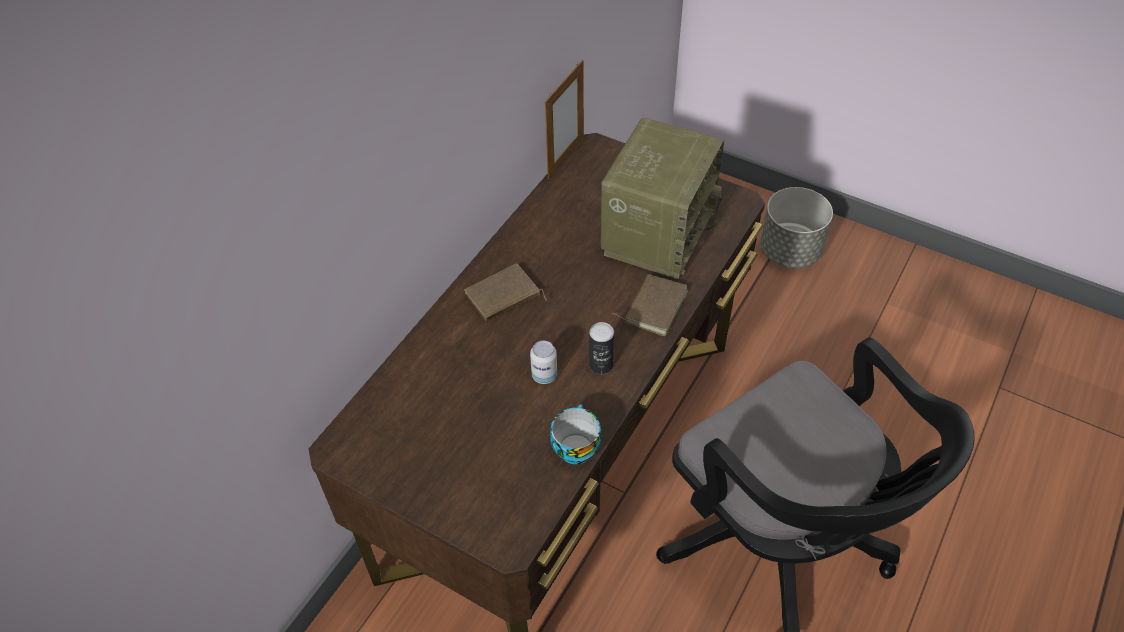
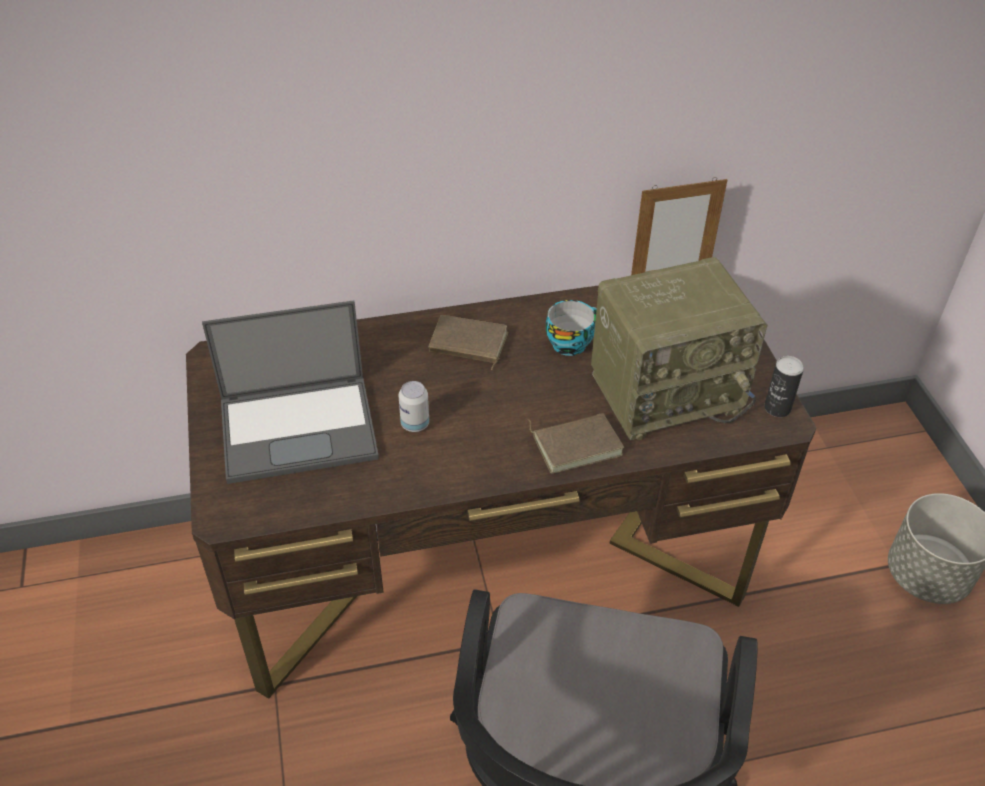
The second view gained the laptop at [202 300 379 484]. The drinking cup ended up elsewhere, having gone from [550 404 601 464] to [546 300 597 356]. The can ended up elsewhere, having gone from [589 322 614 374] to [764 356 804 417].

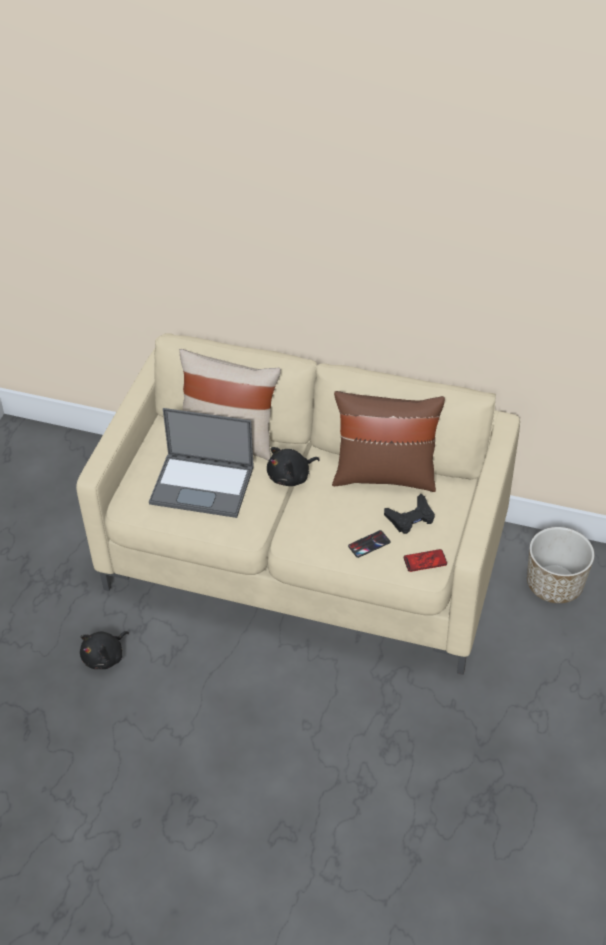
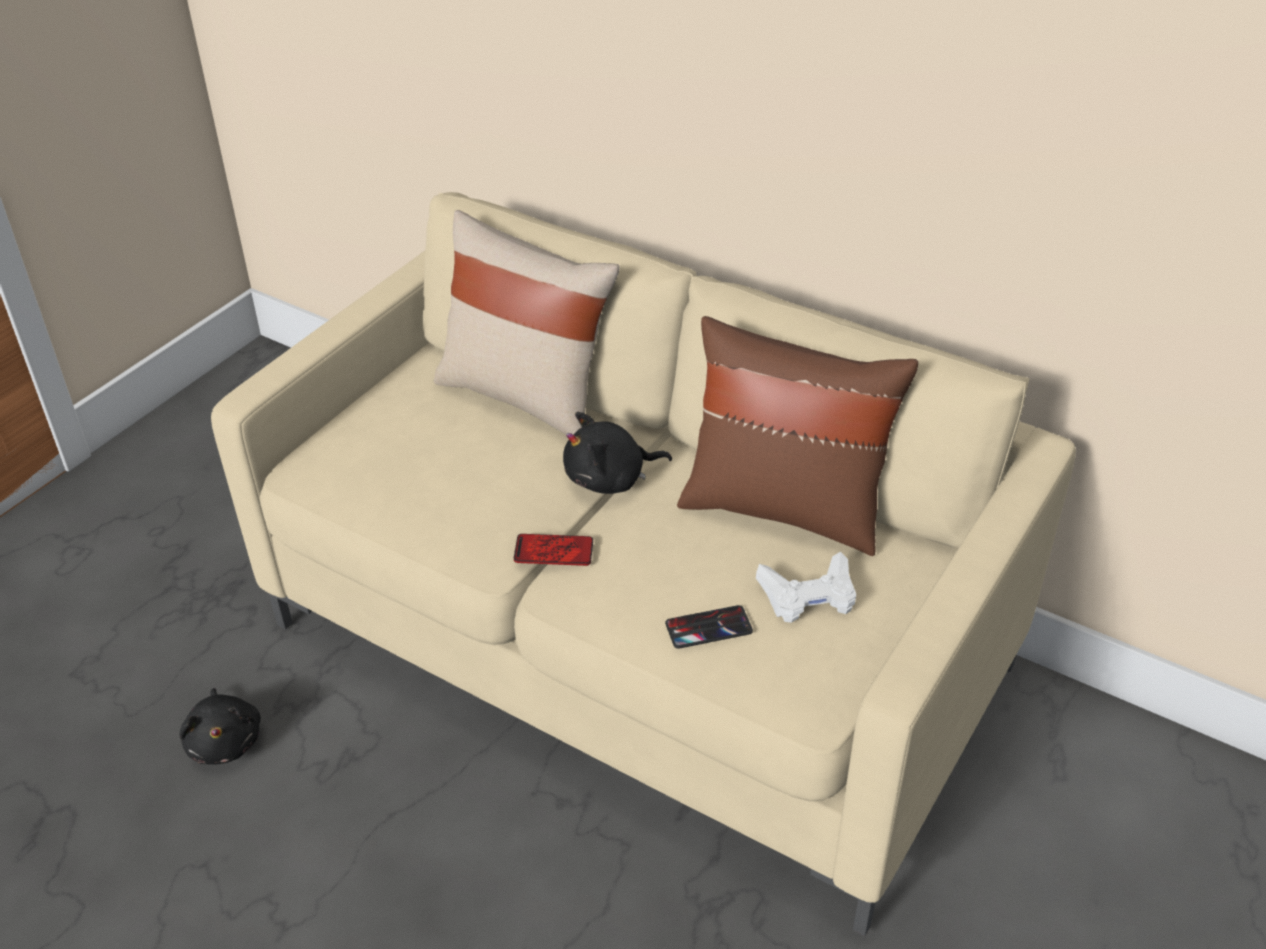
The second view lost the laptop at [149 408 254 518]. The second view lost the plant pot at [527 527 594 603]. The phone ended up elsewhere, having gone from [404 549 447 572] to [514 534 593 566]. What was the game controller/black-coloured at [384 494 435 534] turned into the game controller/white at [756 552 856 623]. The cuddly toy/black-coloured at [80 631 129 669] ended up facing another way, 75 degrees counterclockwise from before.

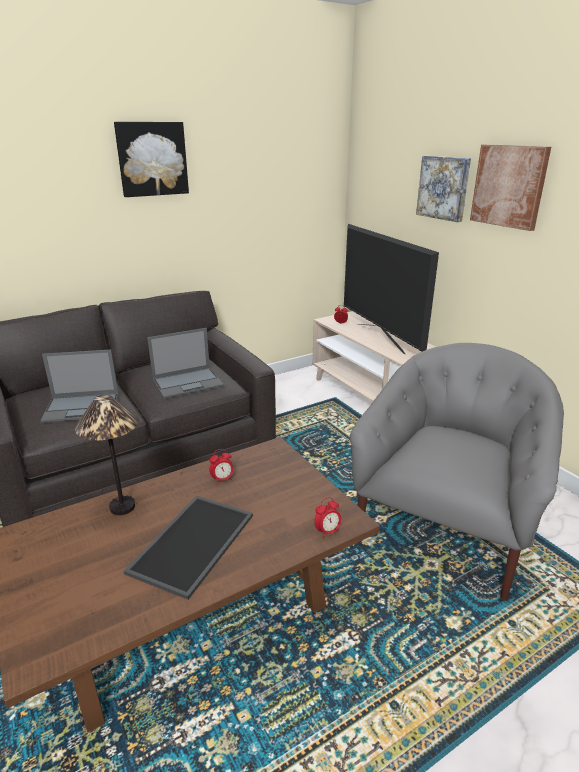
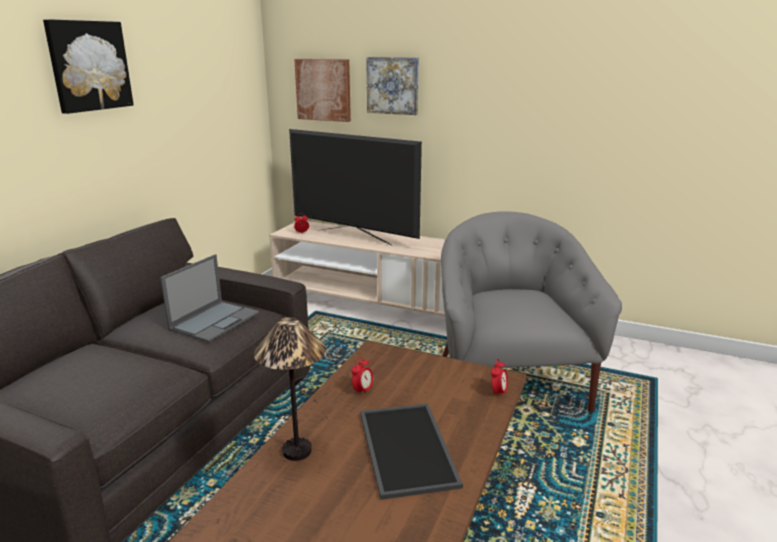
The second view lost the laptop at [41 349 119 423]. The wall picture ended up elsewhere, having gone from [470 144 551 231] to [294 59 351 122].

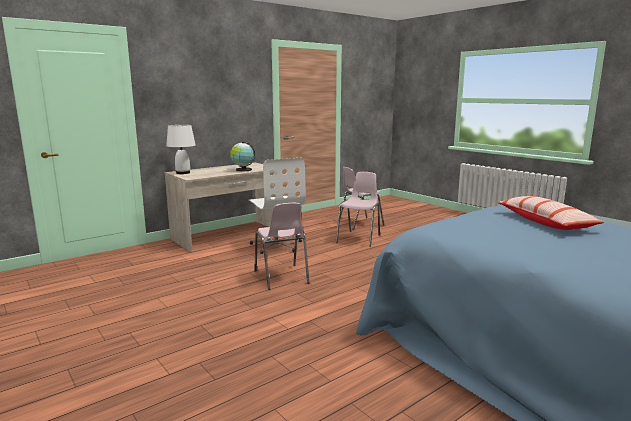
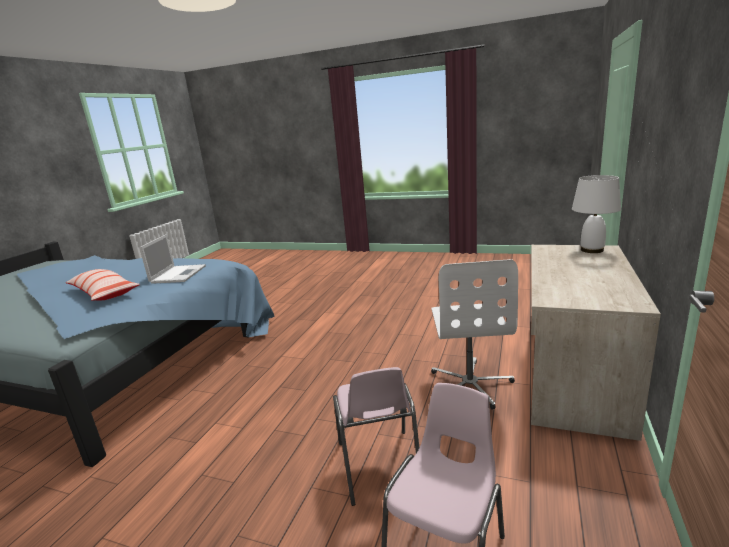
The second view lost the world globe at [230 142 255 172]. The second view lost the upright chair/pink-coloured at [254 203 309 290]. The second view gained the laptop at [139 234 206 284]. The desk chair/white at [248 158 306 254] ended up facing another way, 120 degrees counterclockwise from before.

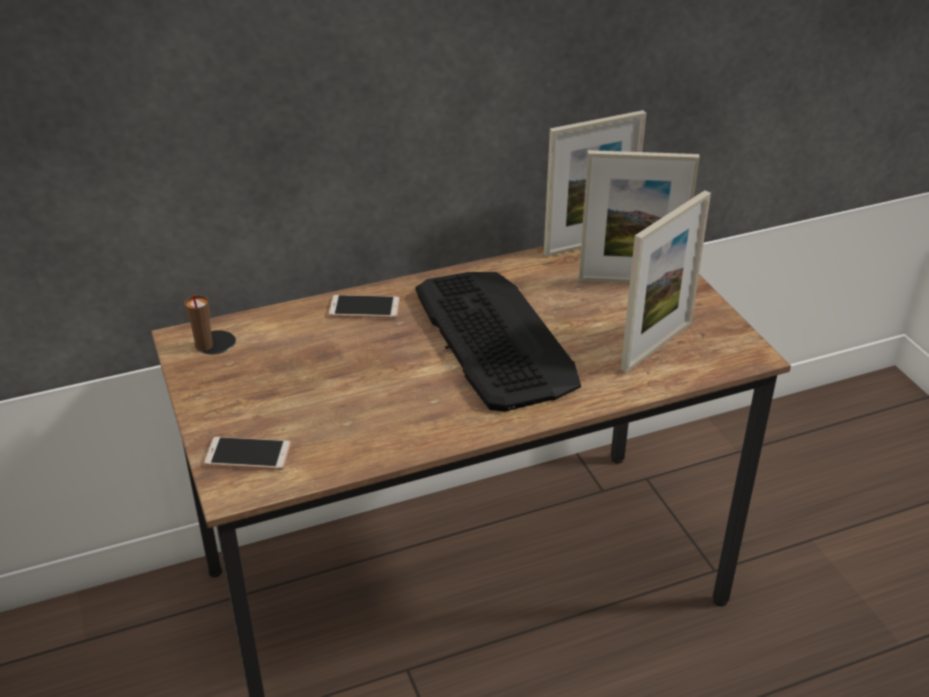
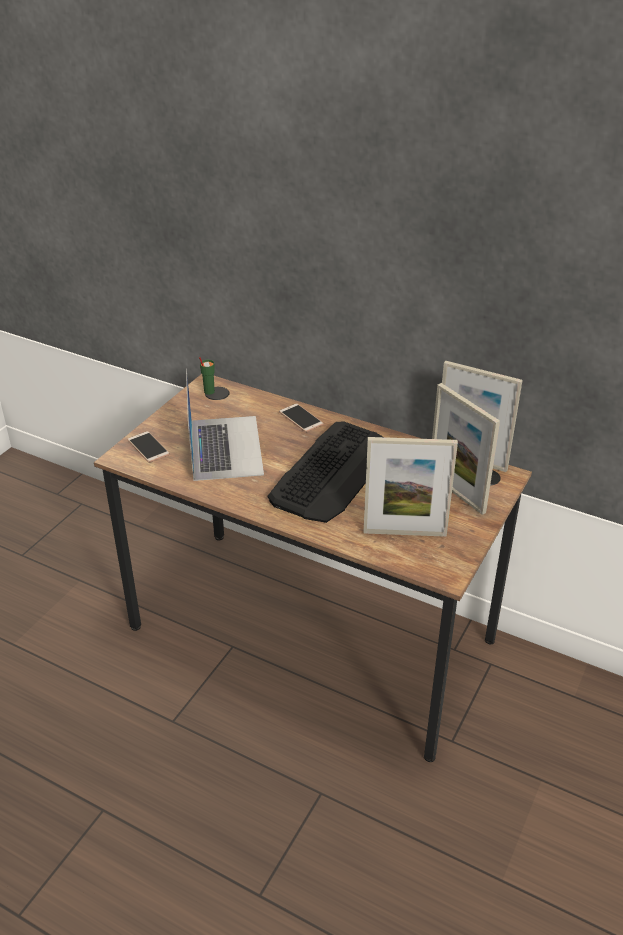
The second view gained the laptop at [186 369 264 481]. What was the drinking cup/brownish at [185 295 213 351] turned into the drinking cup/greenish at [199 357 215 395].

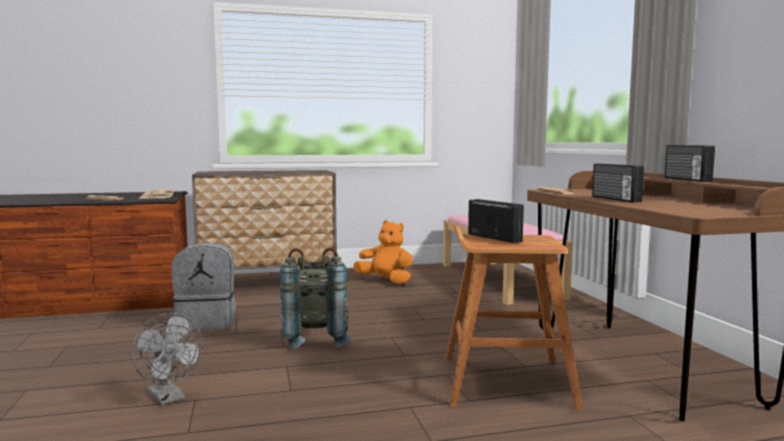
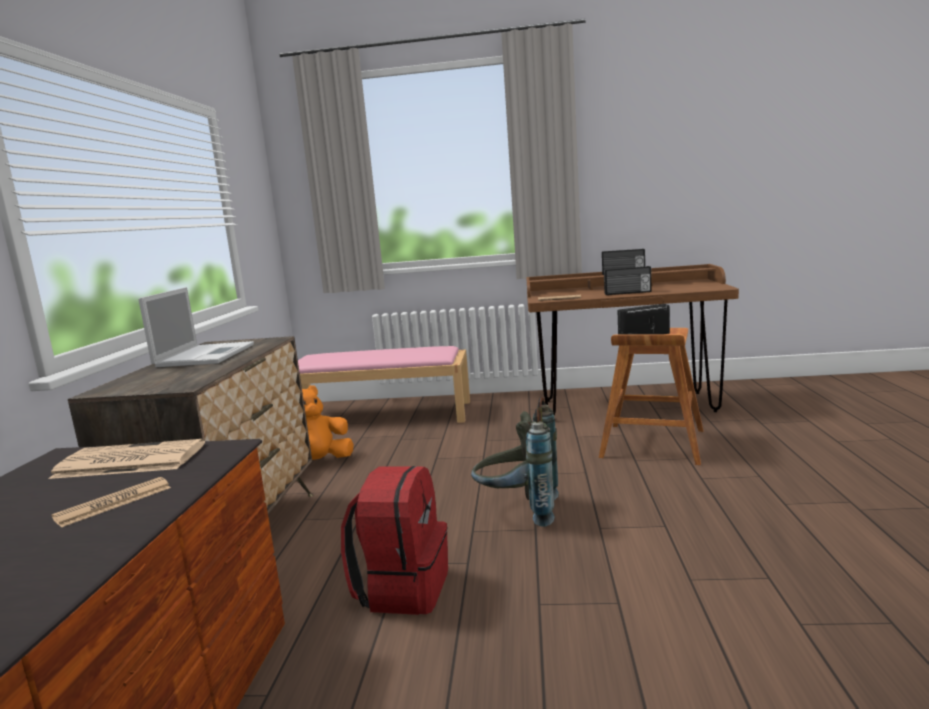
The second view lost the cooling fan/gray at [132 313 203 405]. The second view gained the laptop at [138 287 254 367]. What was the backpack/gray at [172 242 236 331] turned into the backpack/reddish at [341 466 448 615].

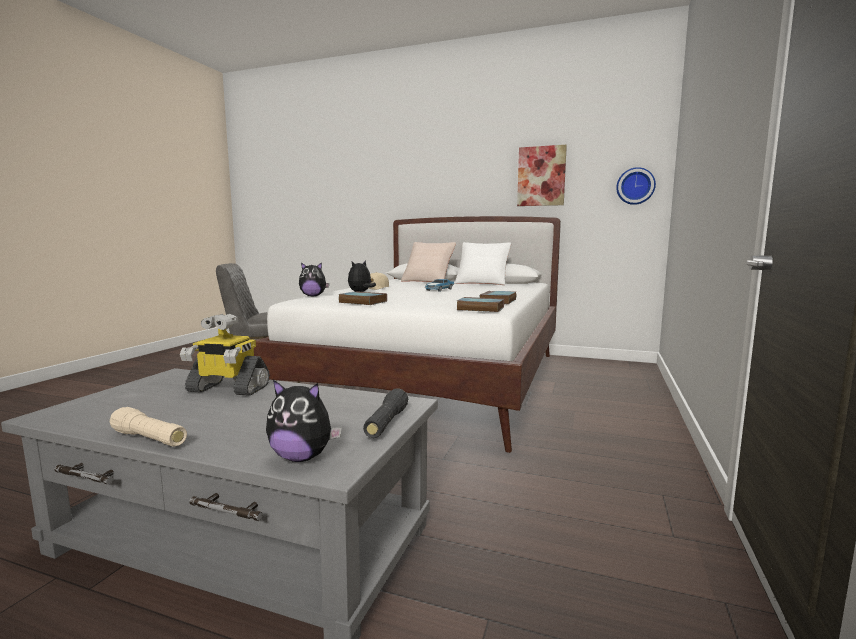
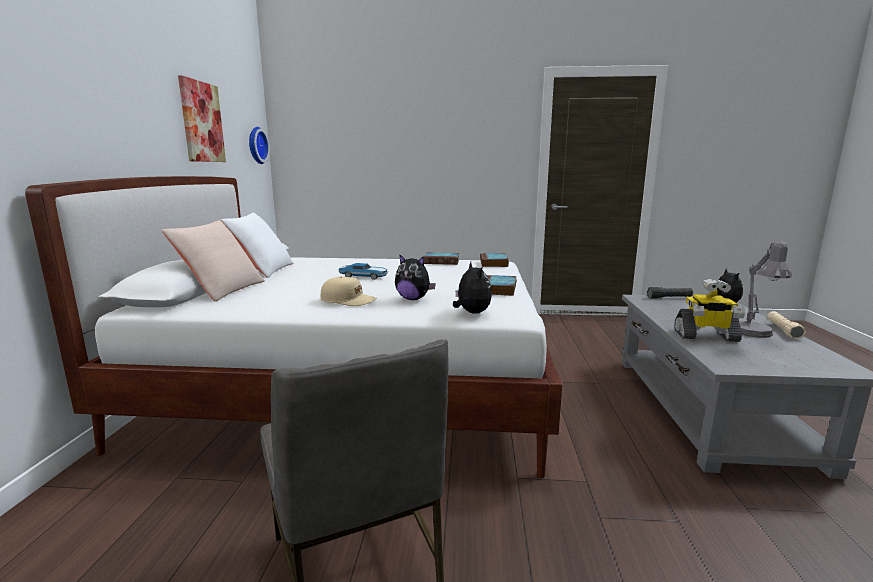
The second view gained the table lamp/gray at [739 241 792 338]. The toy robot at [180 314 270 396] ended up facing another way, 105 degrees clockwise from before.

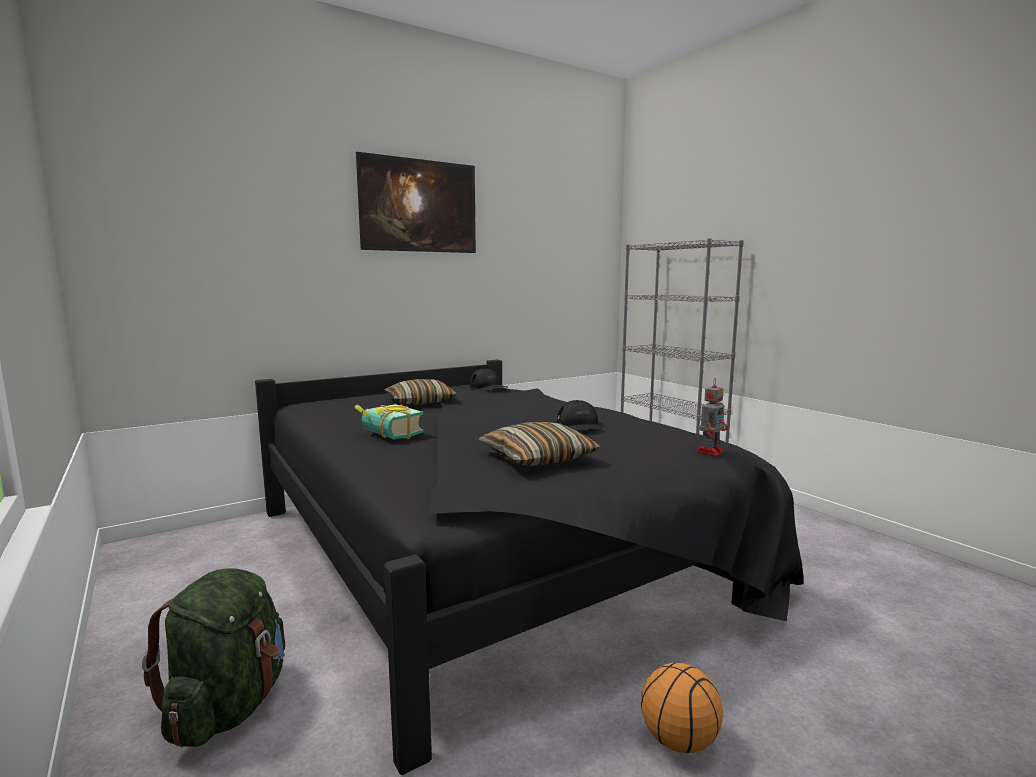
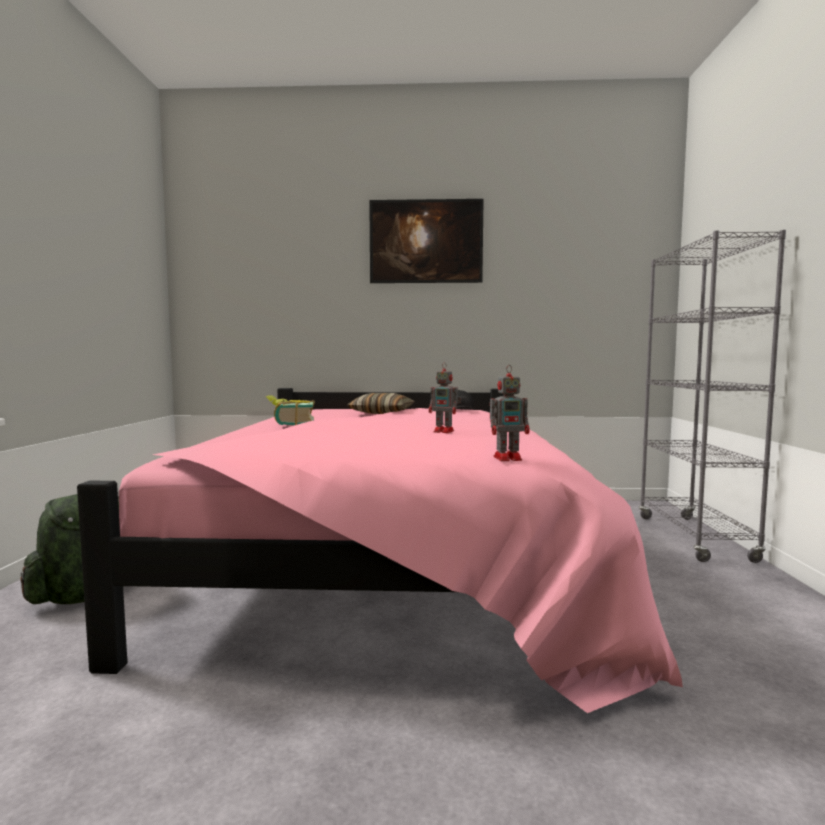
The second view lost the cushion at [478 422 601 466]. The second view lost the basketball ball at [641 663 723 753]. Where the peaked cap/black-coloured stood at [557 400 603 431], the toy robot came to stand at [429 363 461 433]. What was the sleeping bed/black-coloured at [255 359 804 775] turned into the sleeping bed/pink-coloured at [77 388 683 713].

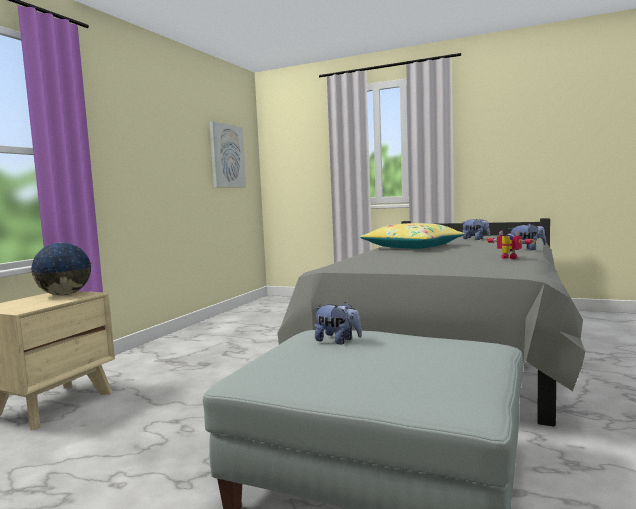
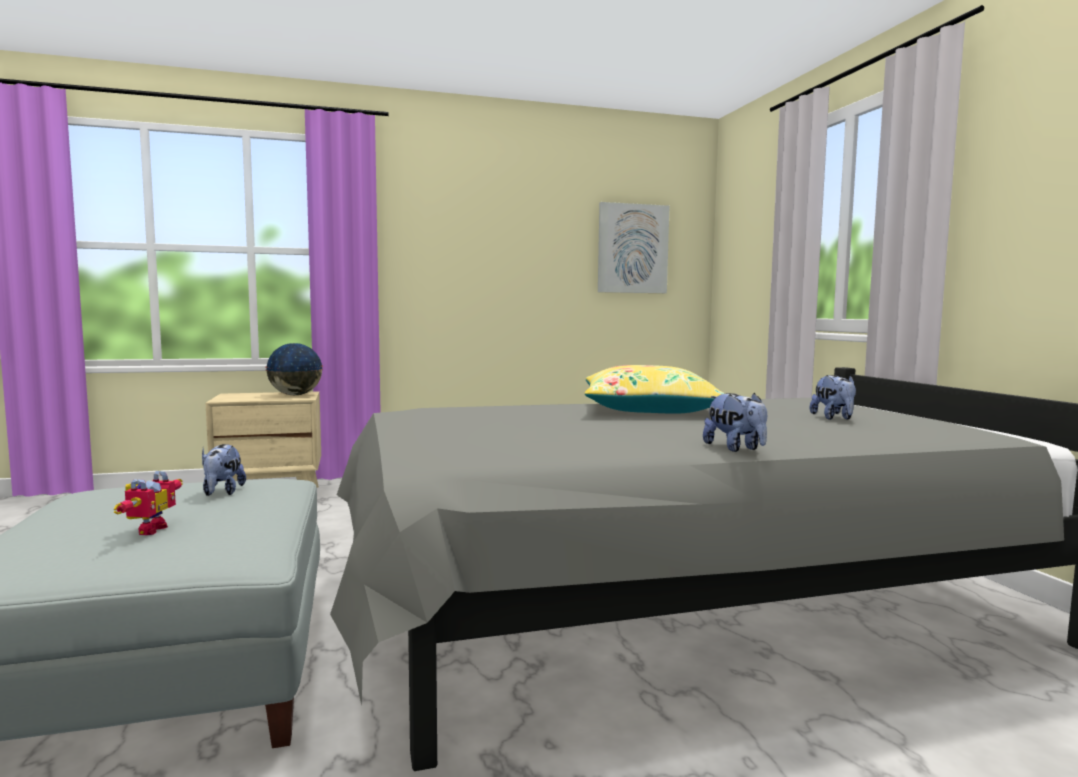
The toy robot ended up elsewhere, having gone from [485 231 535 259] to [114 471 183 535].

